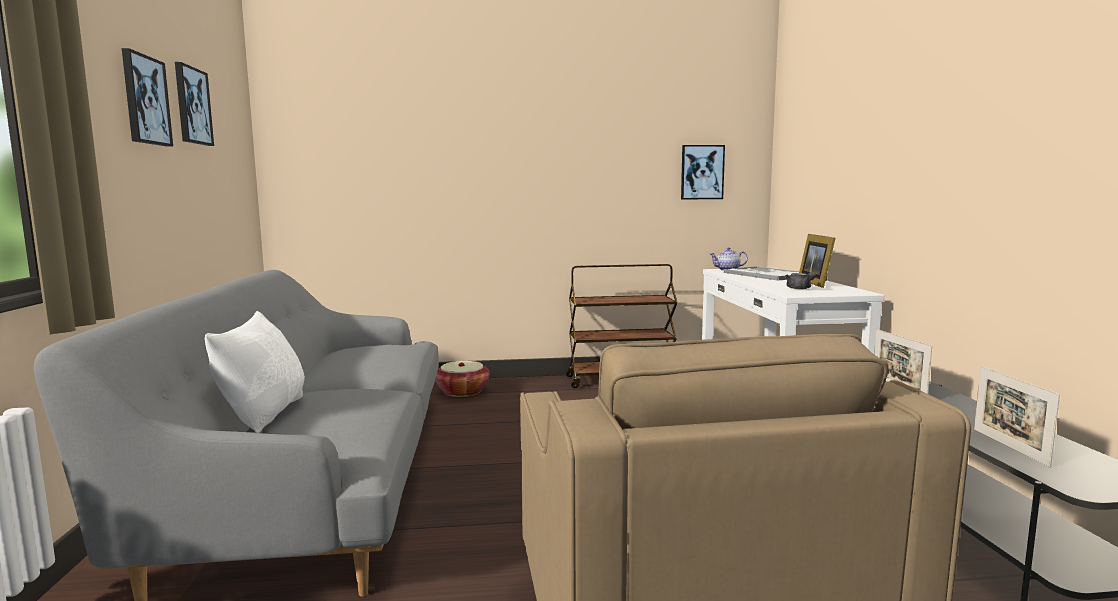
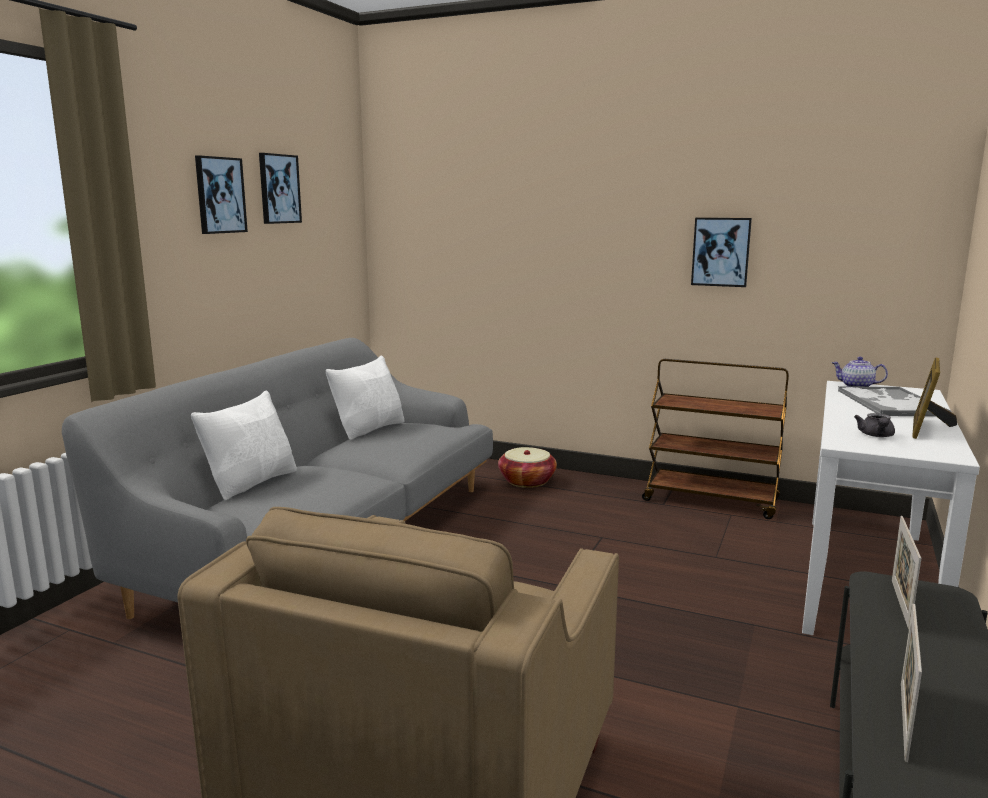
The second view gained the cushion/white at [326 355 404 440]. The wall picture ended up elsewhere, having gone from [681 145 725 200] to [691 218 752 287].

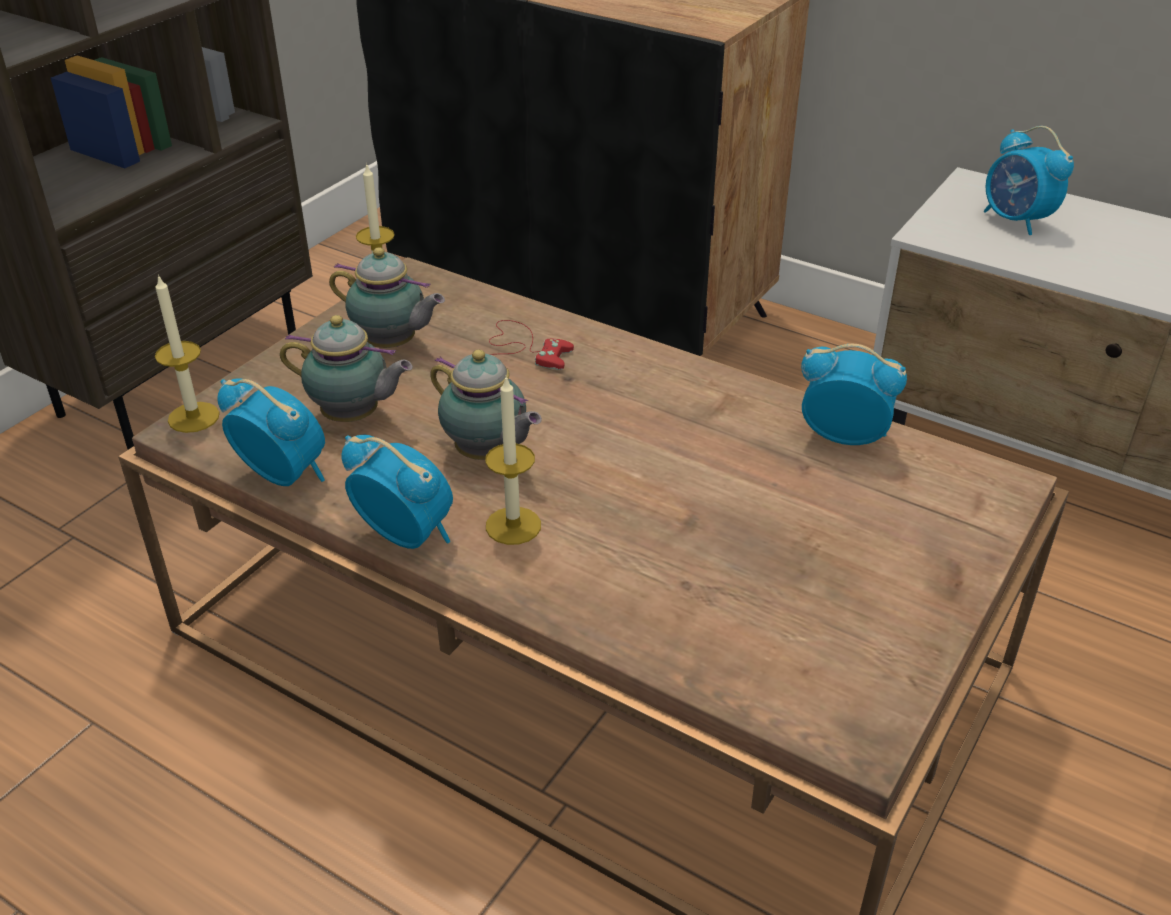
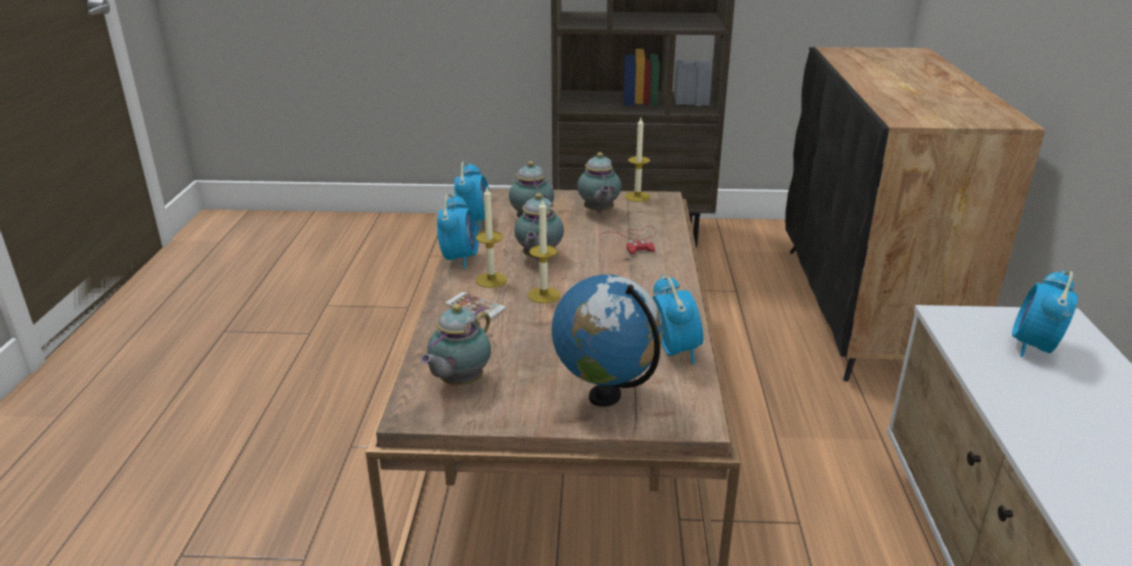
The second view gained the pot for tea at [420 304 491 386]. The second view gained the phone at [446 292 506 320]. The second view gained the world globe at [552 275 663 407]. The wax light ended up elsewhere, having gone from [155 274 220 433] to [528 198 560 303].

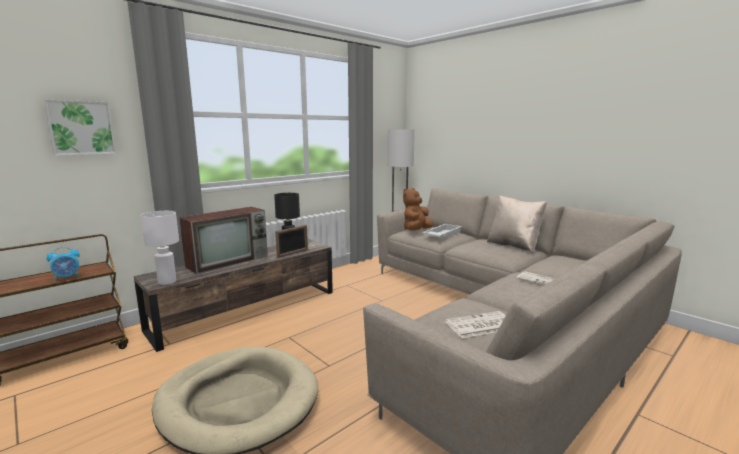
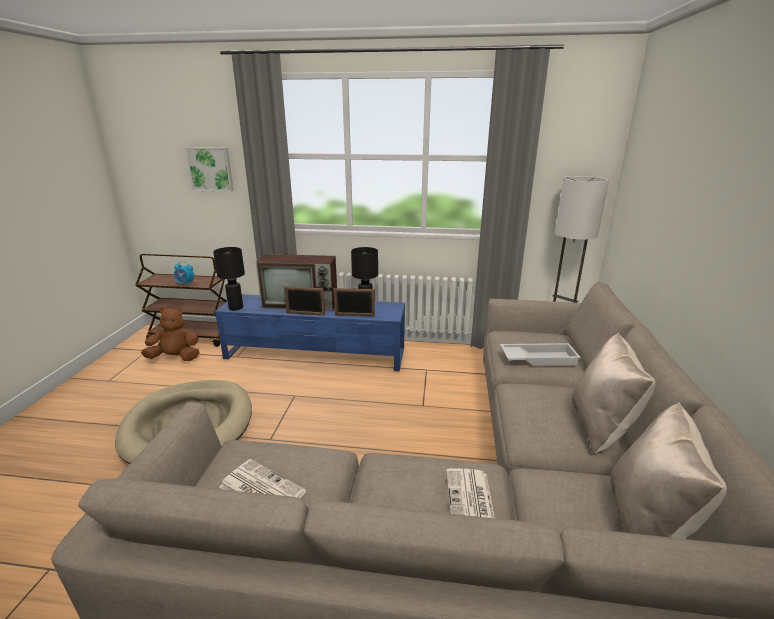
The second view gained the picture frame at [284 286 325 316]. The second view gained the cushion/beige at [611 402 727 539]. The cuddly toy/brownish ended up elsewhere, having gone from [403 188 433 231] to [141 307 199 361]. What was the tv stand/brownish at [134 239 333 352] turned into the tv stand/blue-coloured at [215 294 405 371]. What was the table lamp/white at [141 211 179 285] turned into the table lamp/black-coloured at [213 247 245 311].

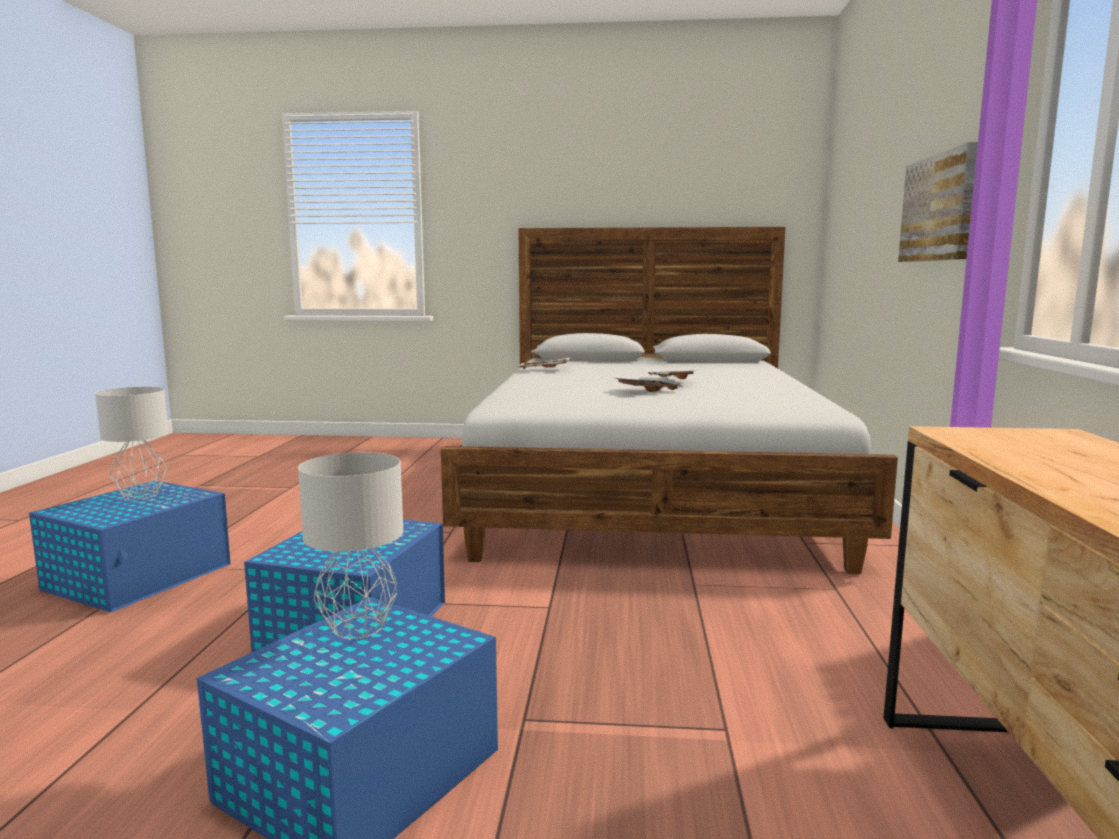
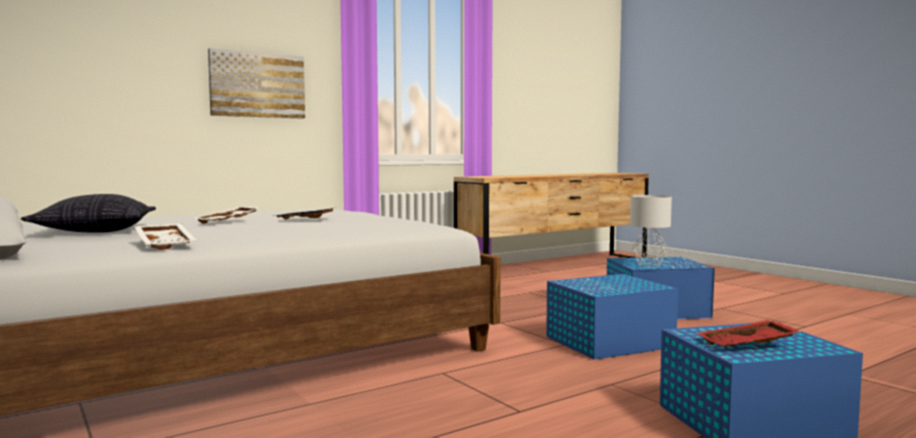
The second view gained the cushion at [21 194 156 233]. Where the table lamp/gray stood at [95 387 169 500], the tray/reddish came to stand at [697 320 802 347].

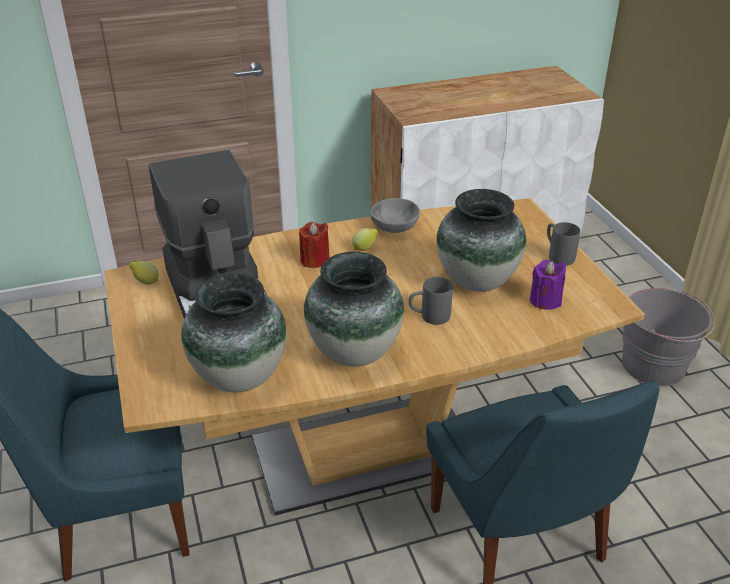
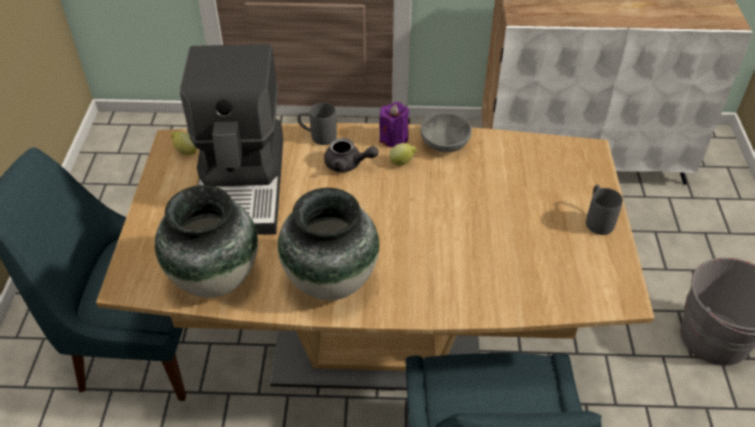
The second view lost the vase at [437 189 526 292]. The coffee mug/gray ended up elsewhere, having gone from [409 277 453 325] to [297 102 337 145]. The wax light/purple-coloured ended up elsewhere, having gone from [530 260 566 310] to [379 102 409 147]. Where the wax light/reddish stood at [299 222 330 268], the pot for tea/gray came to stand at [324 138 378 172].

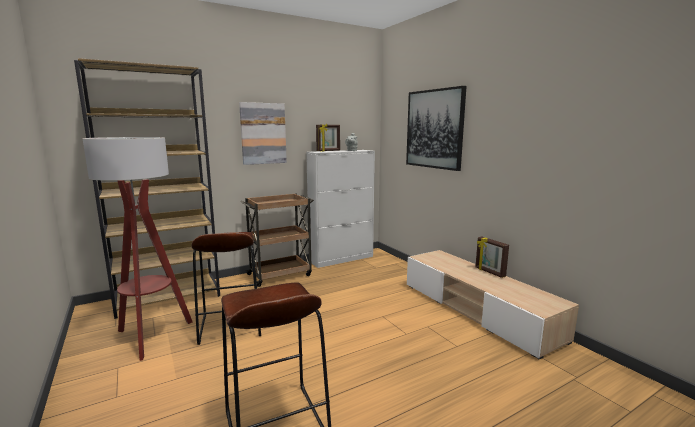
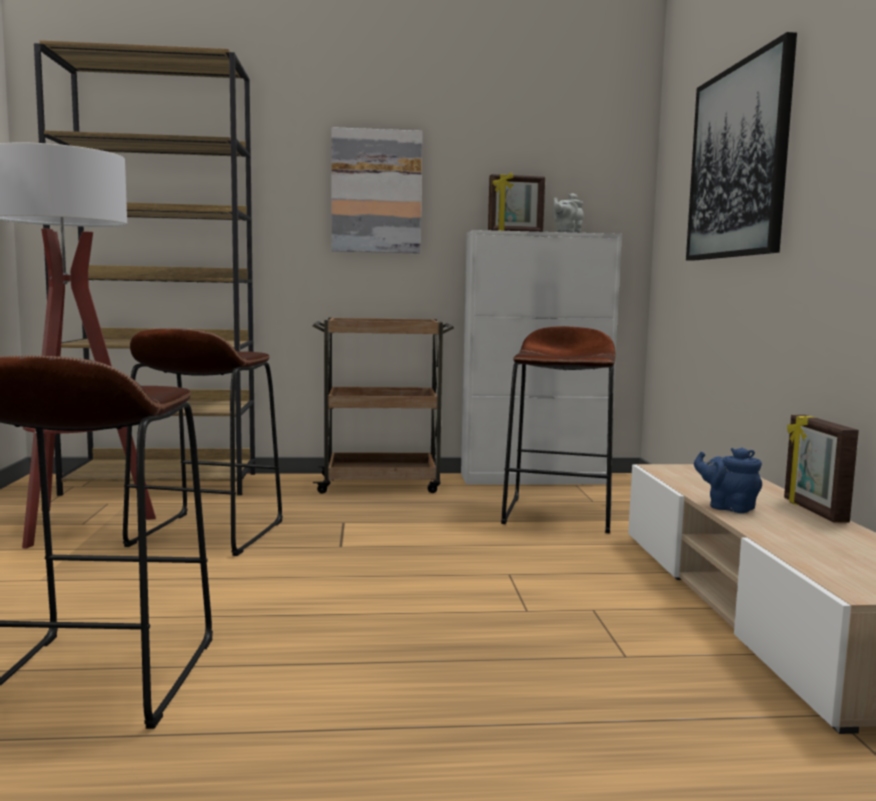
The second view gained the sitting stool/brownish at [501 326 616 533]. The second view gained the pot for tea/blue-coloured at [694 448 762 513].

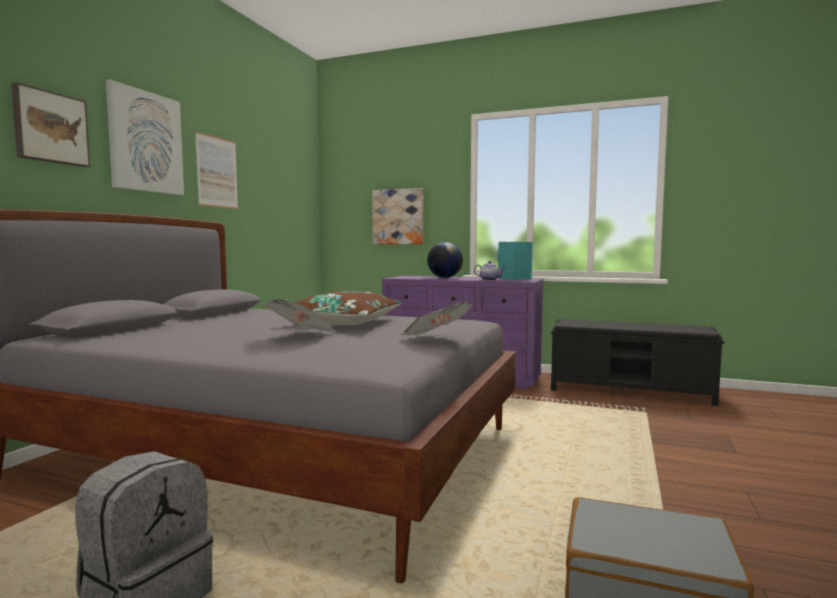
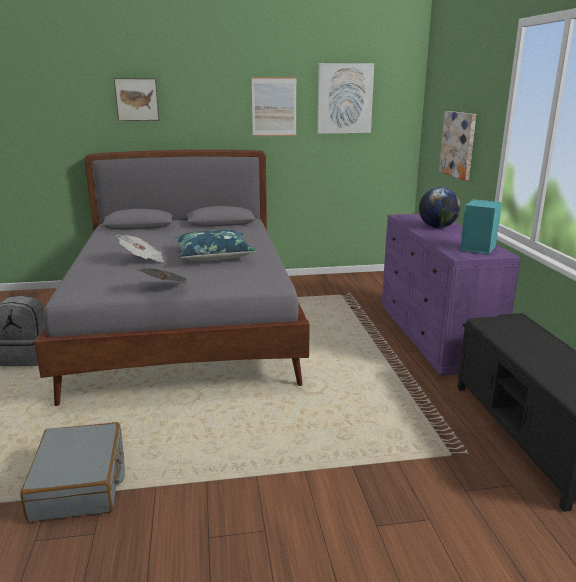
The second view lost the pot for tea at [474 261 506 280]. The wall picture ended up elsewhere, having gone from [106 79 184 195] to [317 63 374 134]. What was the cushion/brownish at [277 291 401 325] turned into the cushion/blue-coloured at [174 230 256 261].

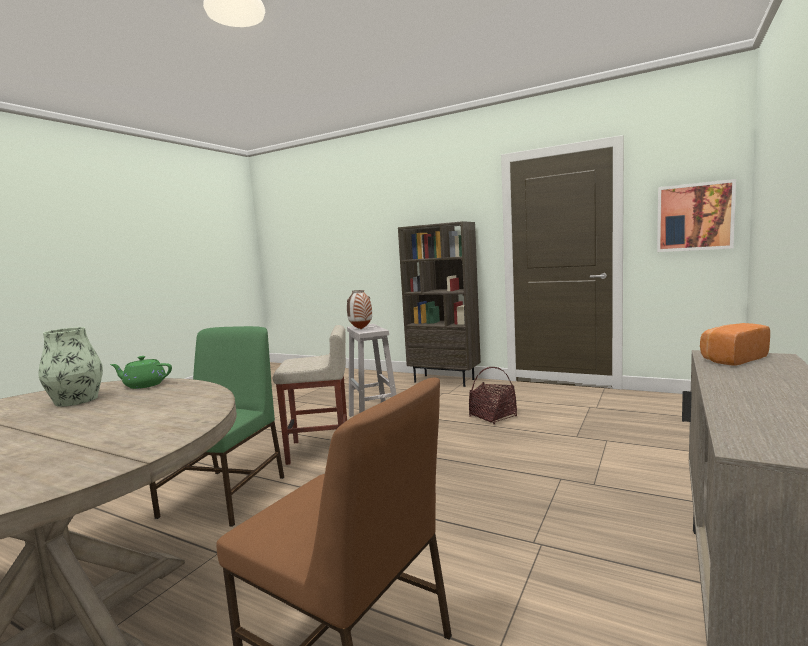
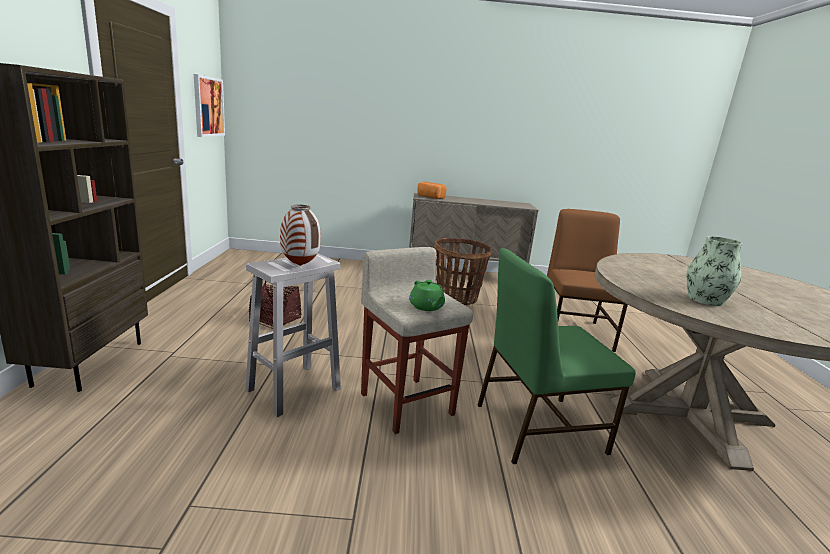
The second view gained the household basket at [434 238 492 305]. The pot for tea/greenish ended up elsewhere, having gone from [110 356 172 389] to [409 280 445 311].

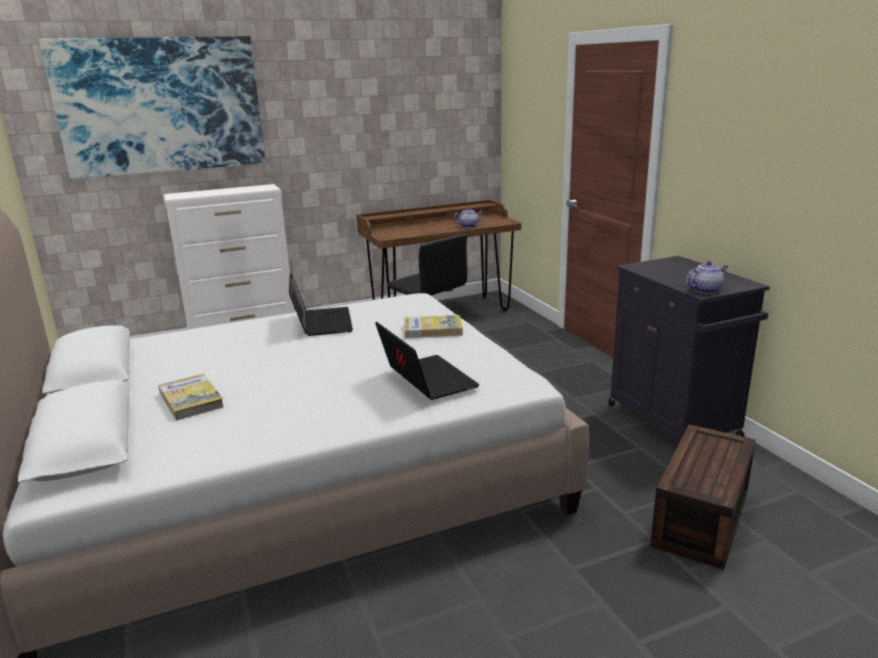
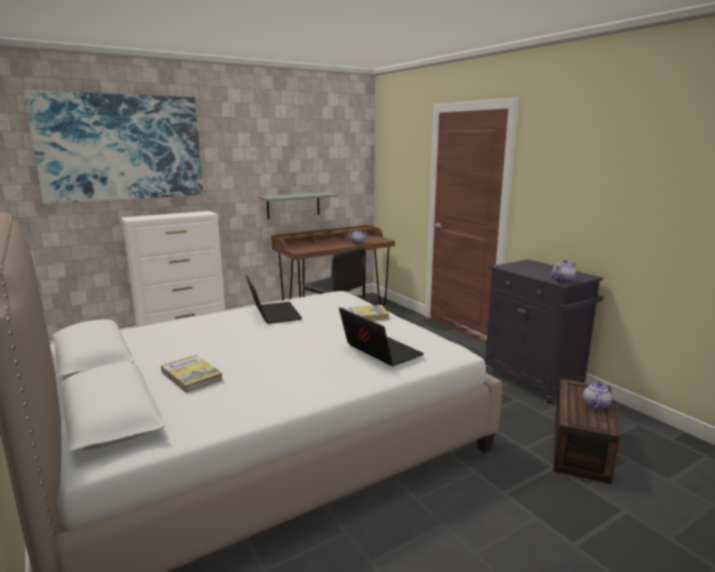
The second view gained the wall shelf/gray at [258 192 339 219]. The second view gained the pot for tea at [583 380 612 410].

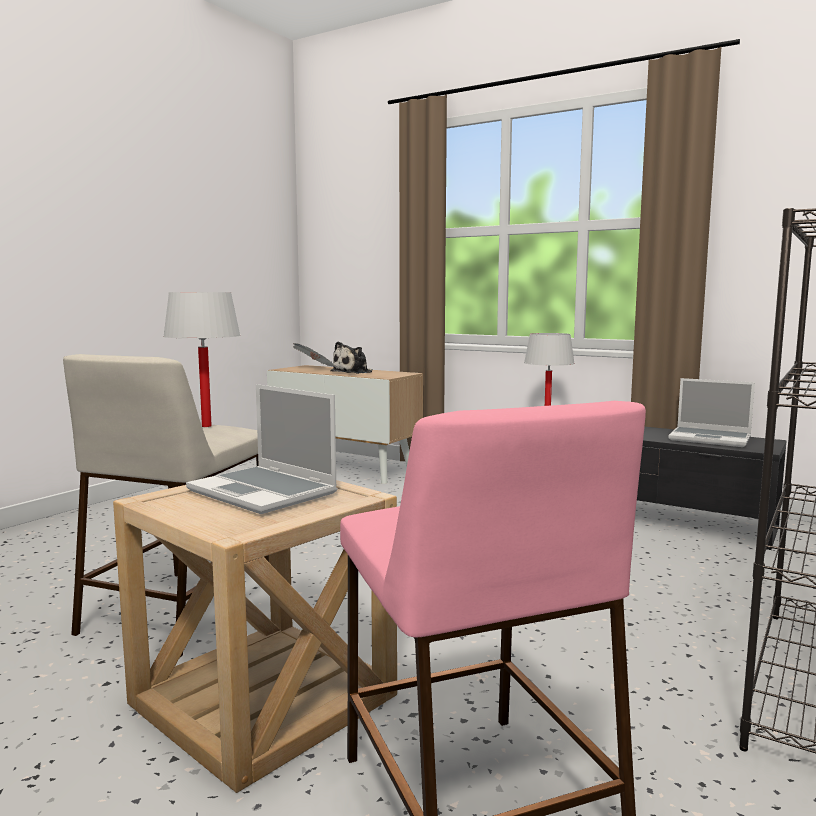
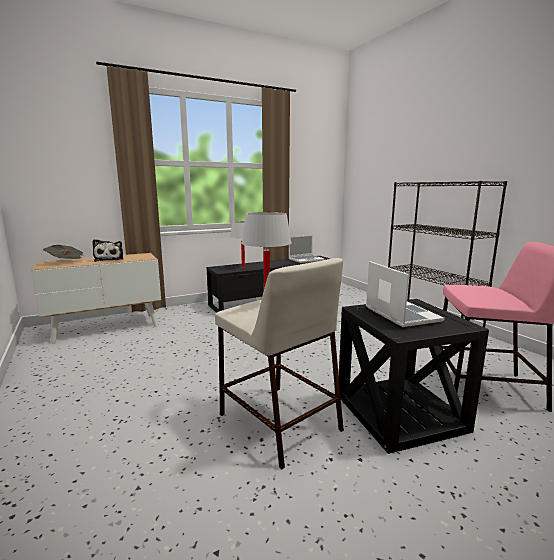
What was the side table/beige at [113 480 397 793] turned into the side table/black-coloured at [339 299 489 454]. The laptop at [186 384 337 514] ended up facing another way, 90 degrees counterclockwise from before.

